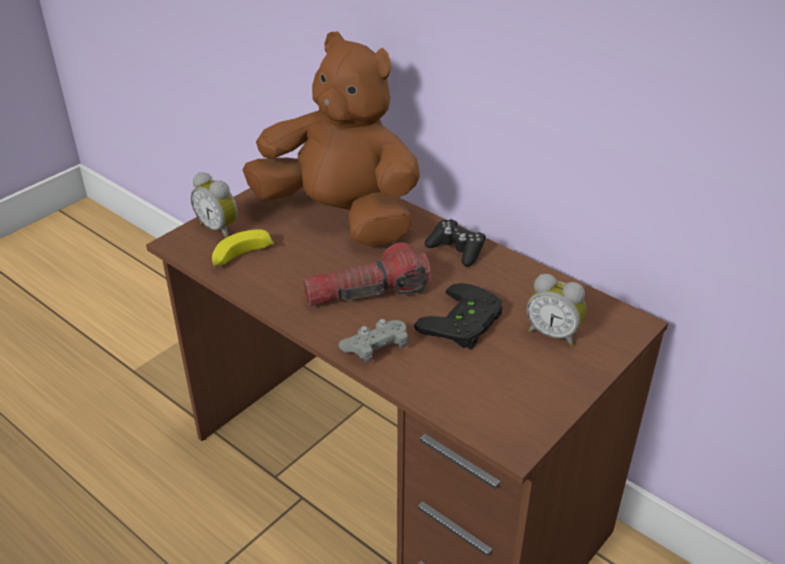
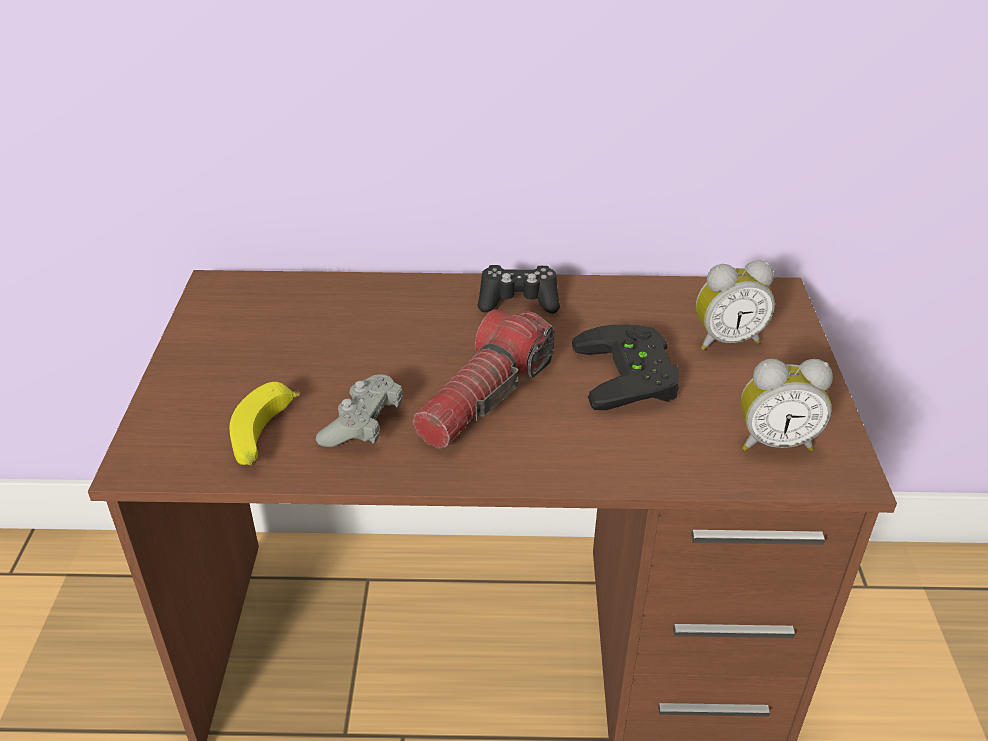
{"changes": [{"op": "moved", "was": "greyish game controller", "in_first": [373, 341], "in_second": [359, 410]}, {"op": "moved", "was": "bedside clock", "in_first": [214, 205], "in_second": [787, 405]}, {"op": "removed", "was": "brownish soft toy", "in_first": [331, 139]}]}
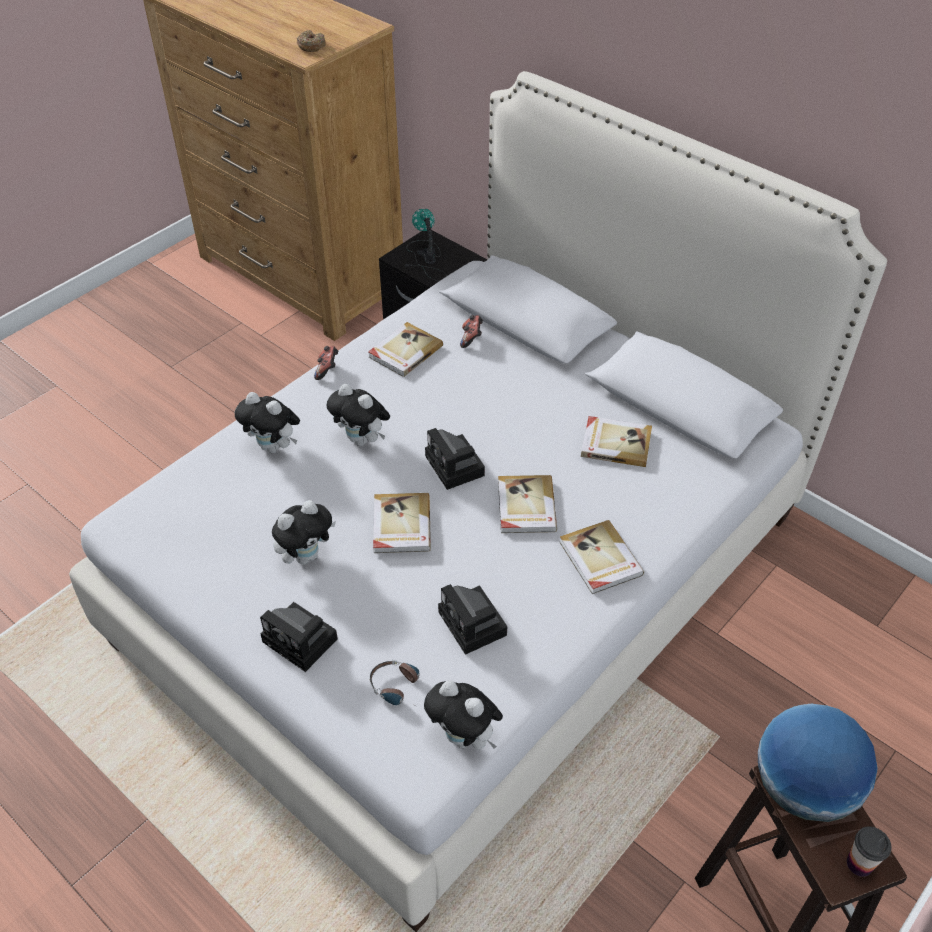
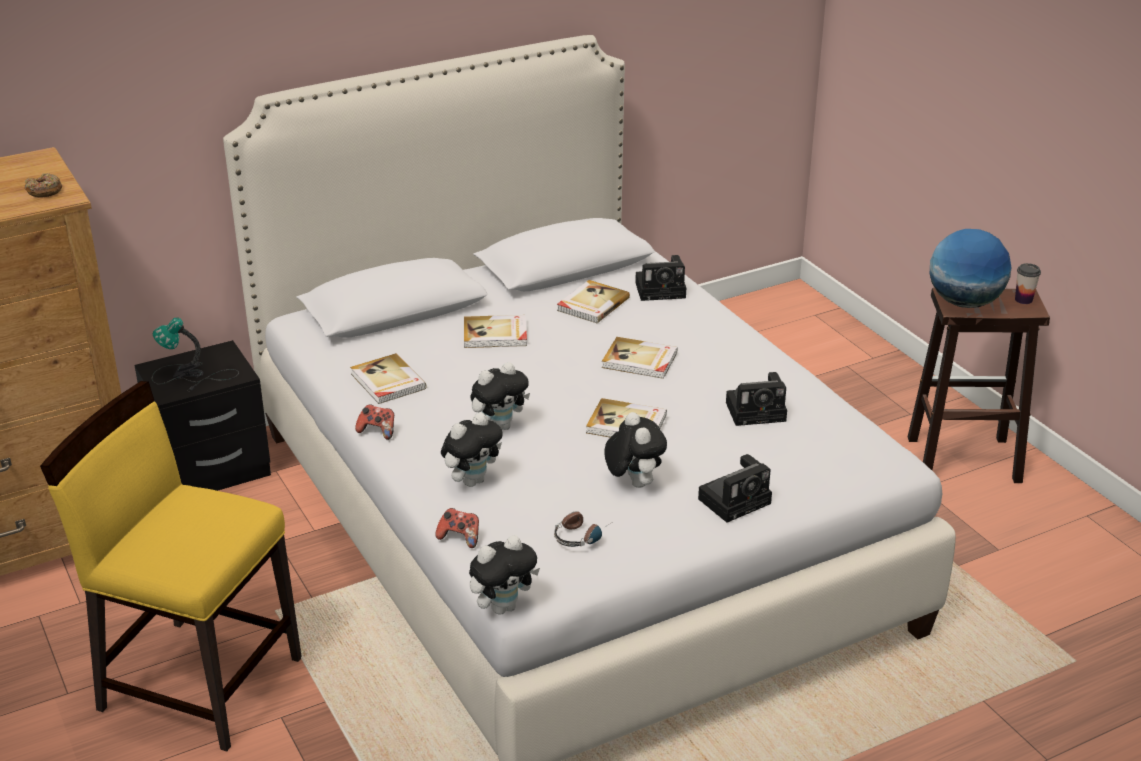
{"changes": [{"op": "added", "now": "yellow-coloured chair", "in_second": [171, 566]}, {"op": "moved", "was": "game controller", "in_first": [471, 331], "in_second": [457, 528]}, {"op": "moved", "was": "volume", "in_first": [602, 557], "in_second": [495, 331]}, {"op": "moved", "was": "soft toy", "in_first": [463, 714], "in_second": [504, 575]}, {"op": "moved", "was": "headset", "in_first": [395, 684], "in_second": [582, 529]}, {"op": "moved", "was": "photo camera", "in_first": [455, 459], "in_second": [660, 278]}]}
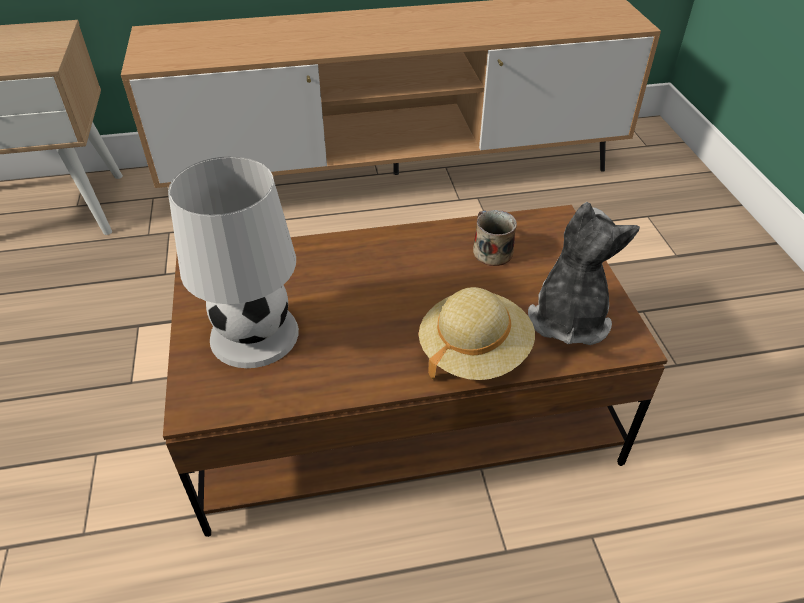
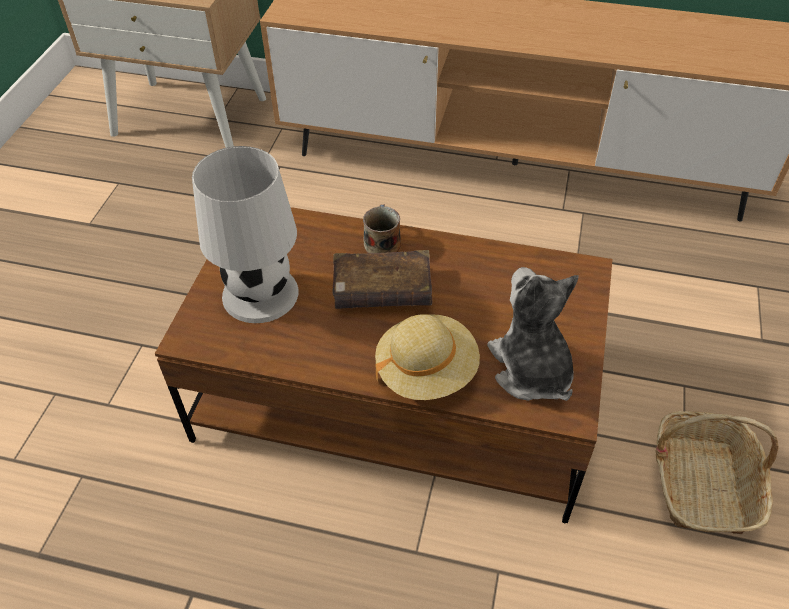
{"changes": [{"op": "added", "now": "brownish volume", "in_second": [383, 279]}, {"op": "moved", "was": "tea mug", "in_first": [495, 238], "in_second": [382, 229]}, {"op": "turned", "was": "soft toy", "in_first": [584, 273], "in_second": [533, 334], "clockwise": -60}, {"op": "added", "now": "household basket", "in_second": [717, 472]}]}
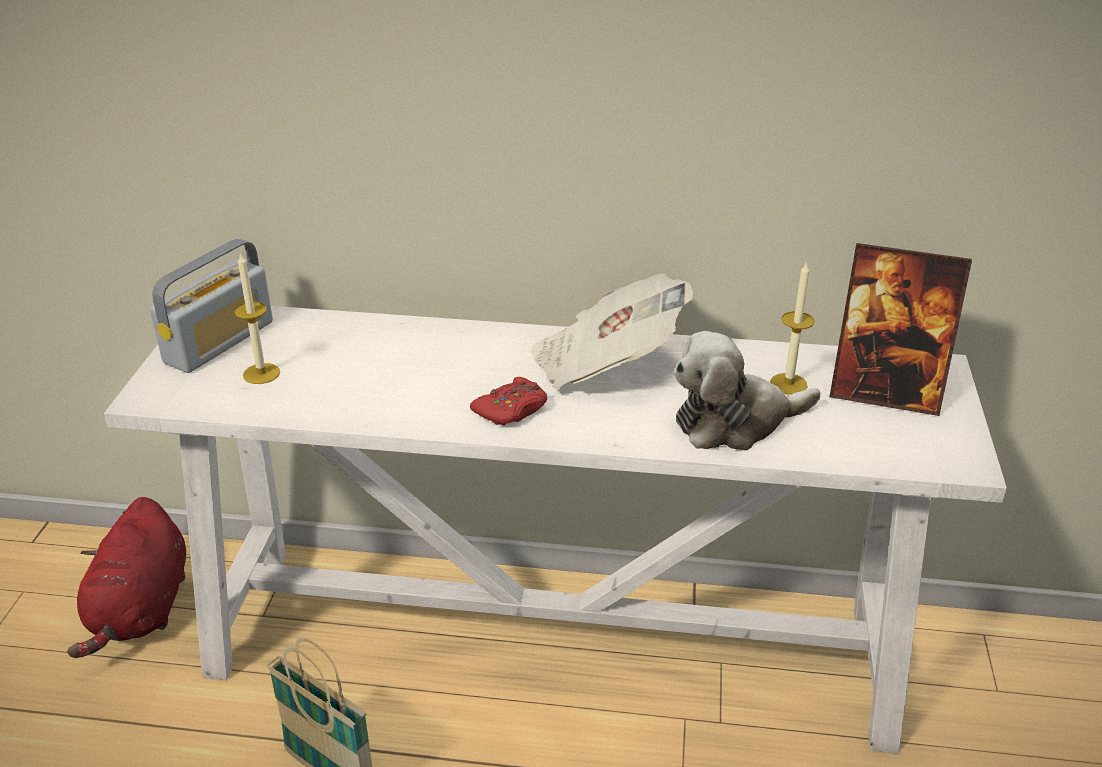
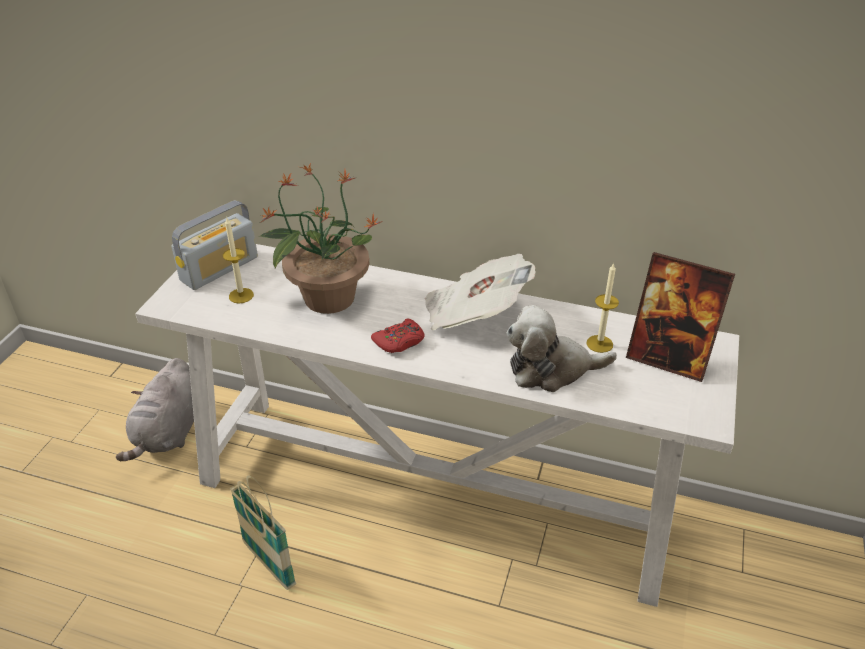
{"changes": [{"op": "recoloured", "was": "red soft toy", "now": "greyish soft toy", "in_first": [126, 577], "in_second": [155, 409]}, {"op": "added", "now": "houseplant", "in_second": [321, 238]}]}
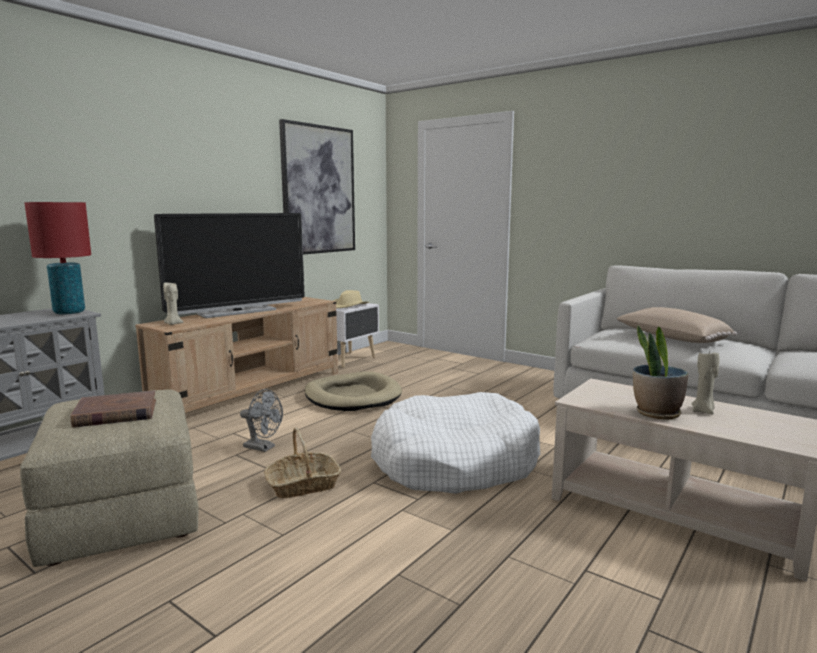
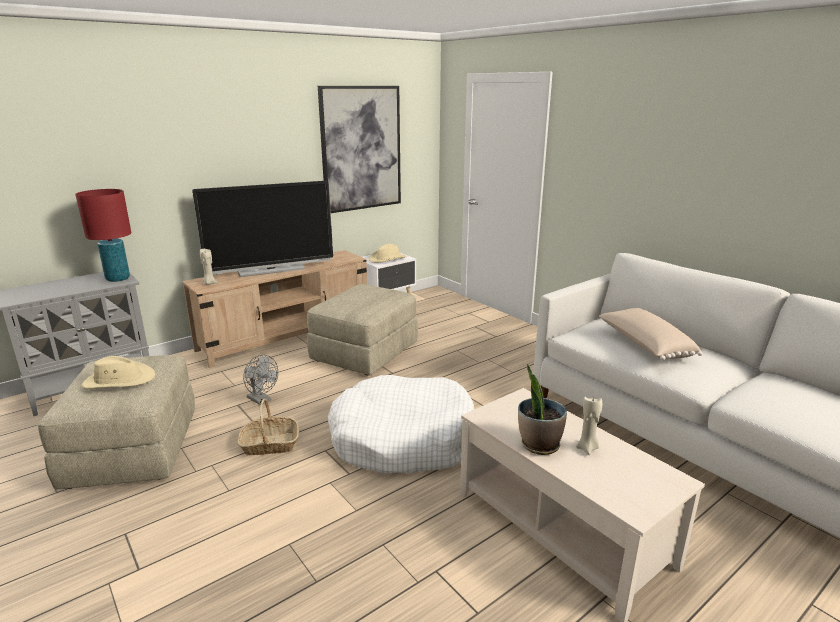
{"changes": [{"op": "replaced", "was": "brownish volume", "now": "sand-coloured wearable hat", "in_first": [113, 409], "in_second": [118, 372]}, {"op": "replaced", "was": "sand-coloured dog cushion", "now": "sand-coloured ottoman", "in_first": [353, 391], "in_second": [362, 329]}]}
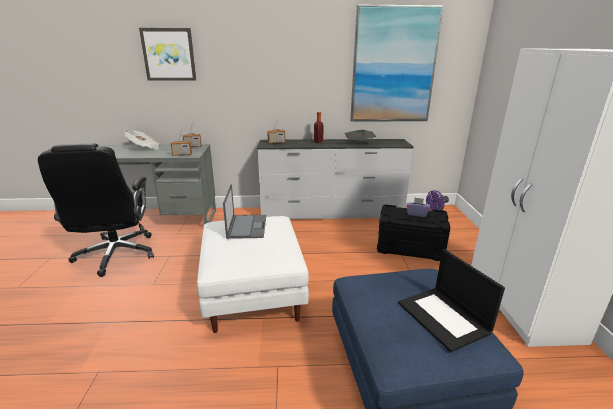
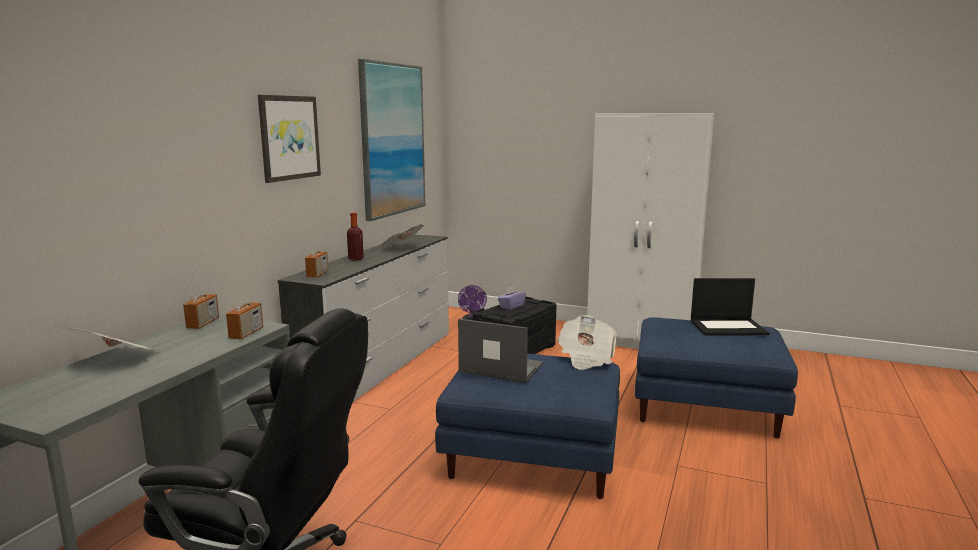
{"changes": [{"op": "moved", "was": "picture", "in_first": [167, 54], "in_second": [289, 139]}, {"op": "recoloured", "was": "white-coloured ottoman", "now": "bluish ottoman", "in_first": [253, 274], "in_second": [527, 426]}, {"op": "added", "now": "newspaper", "in_second": [587, 342]}]}
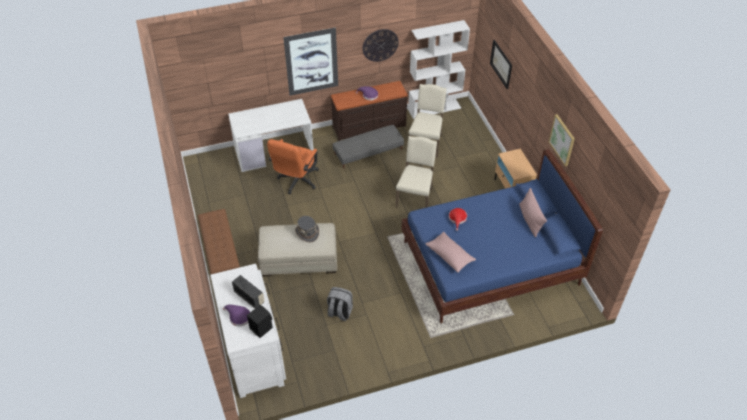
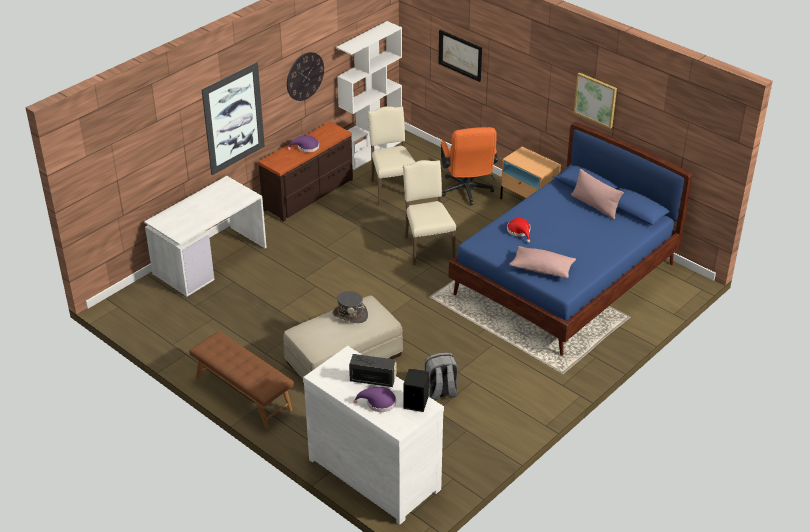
{"changes": [{"op": "moved", "was": "orange-coloured office chair", "in_first": [293, 166], "in_second": [469, 166]}, {"op": "removed", "was": "greyish ottoman", "in_first": [368, 147]}]}
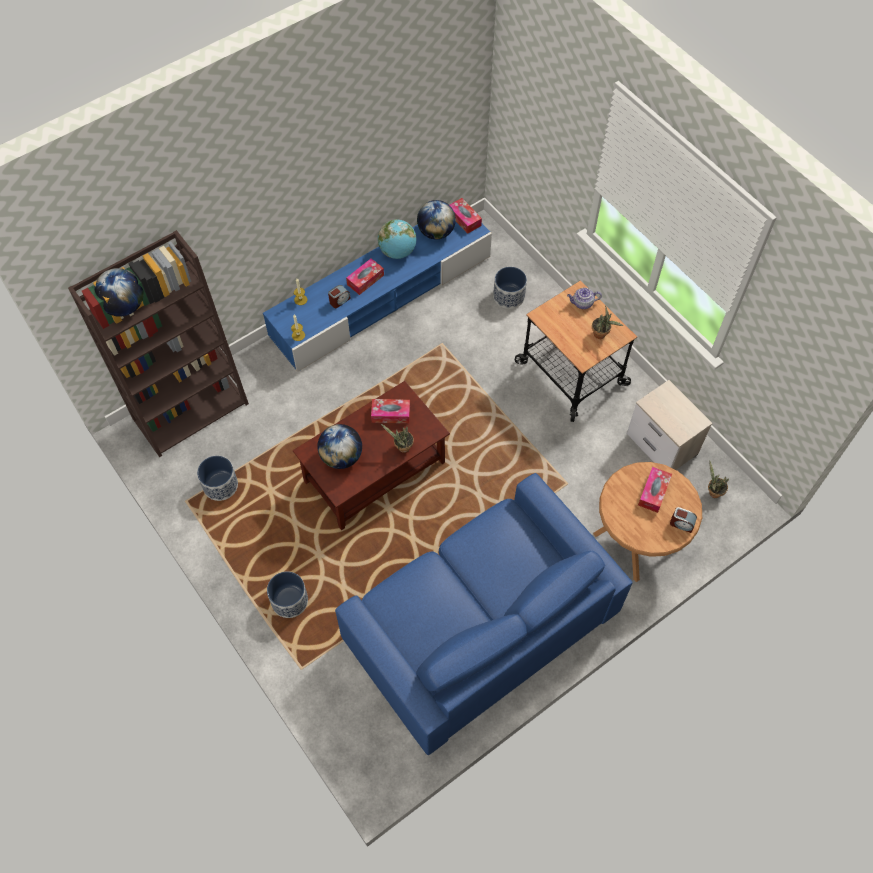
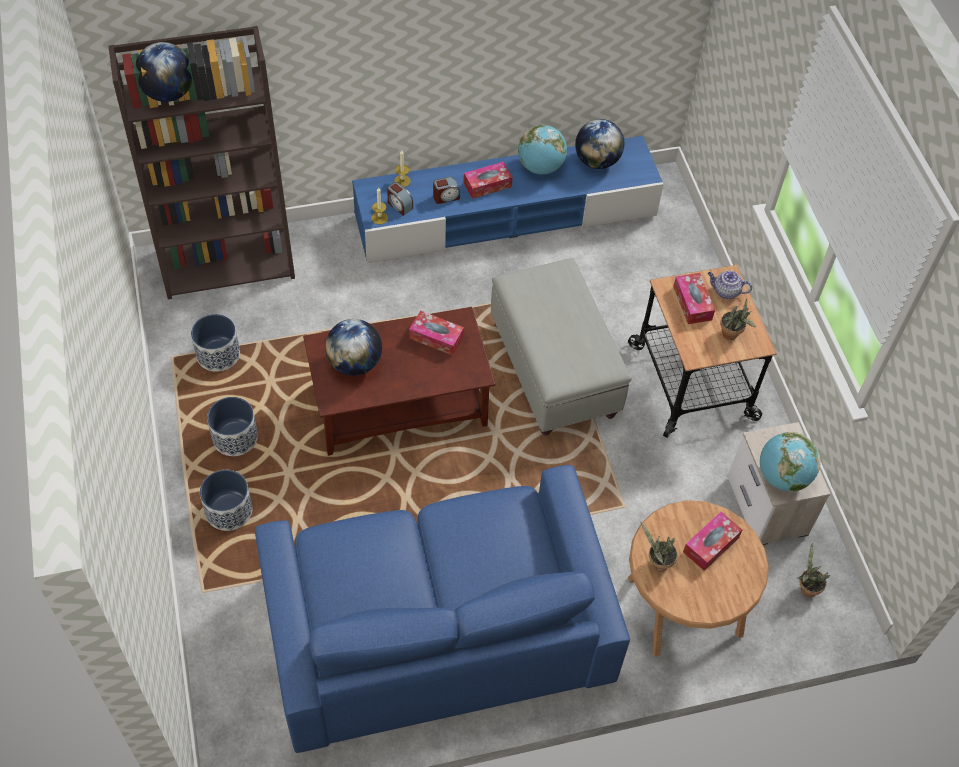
{"changes": [{"op": "moved", "was": "planter", "in_first": [510, 288], "in_second": [232, 426]}, {"op": "moved", "was": "bedside clock", "in_first": [683, 520], "in_second": [400, 199]}, {"op": "added", "now": "greyish ottoman", "in_second": [561, 347]}, {"op": "moved", "was": "houseplant", "in_first": [397, 438], "in_second": [659, 546]}, {"op": "moved", "was": "tissue holder", "in_first": [466, 216], "in_second": [694, 298]}, {"op": "added", "now": "world globe", "in_second": [790, 462]}]}
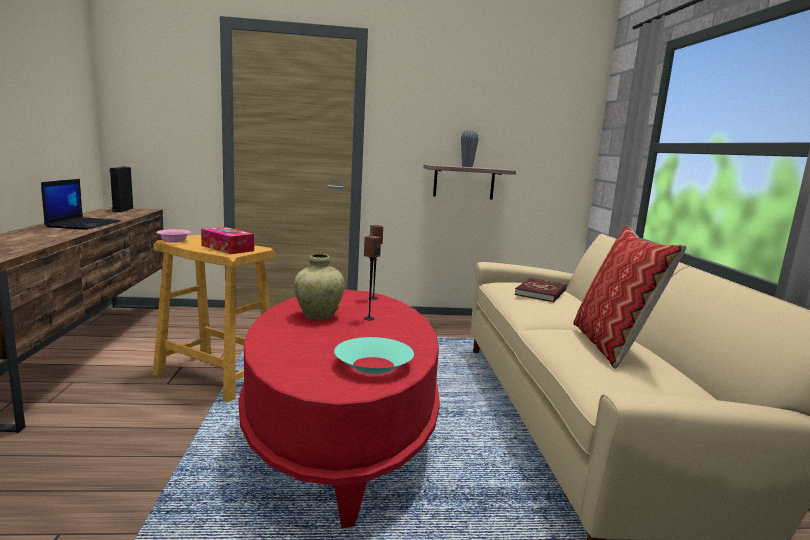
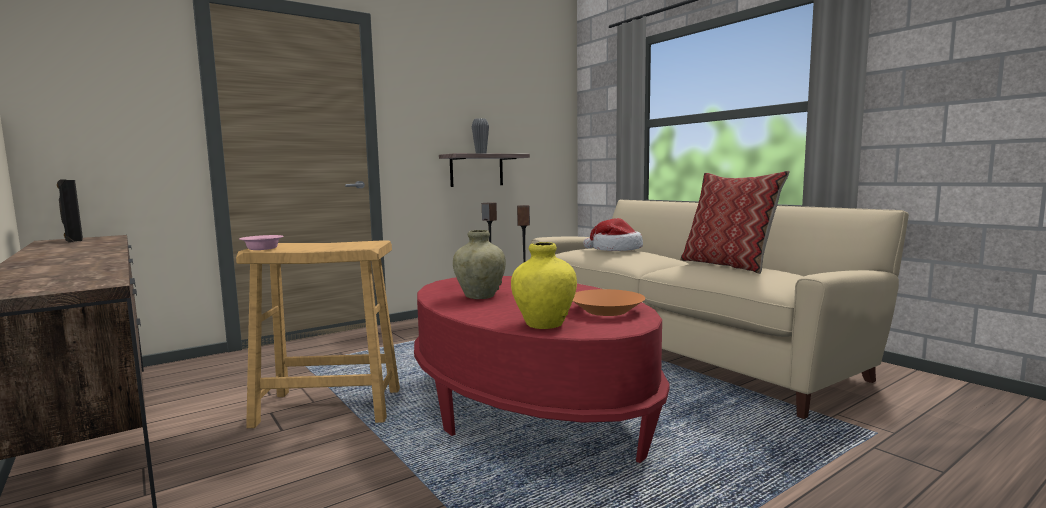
{"changes": [{"op": "added", "now": "yellow-coloured flower vase", "in_second": [544, 285]}, {"op": "recoloured", "was": "turquoise serving bowl", "now": "orange-coloured serving bowl", "in_first": [374, 355], "in_second": [609, 302]}, {"op": "replaced", "was": "red volume", "now": "wearable hat", "in_first": [541, 290], "in_second": [613, 234]}, {"op": "removed", "was": "portable computer", "in_first": [81, 204]}, {"op": "removed", "was": "tissue holder", "in_first": [227, 240]}]}
